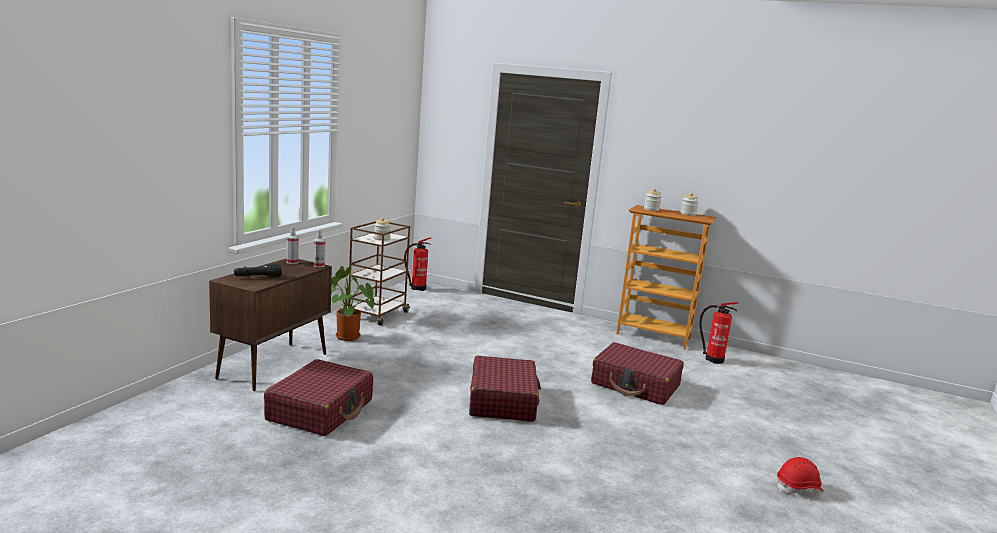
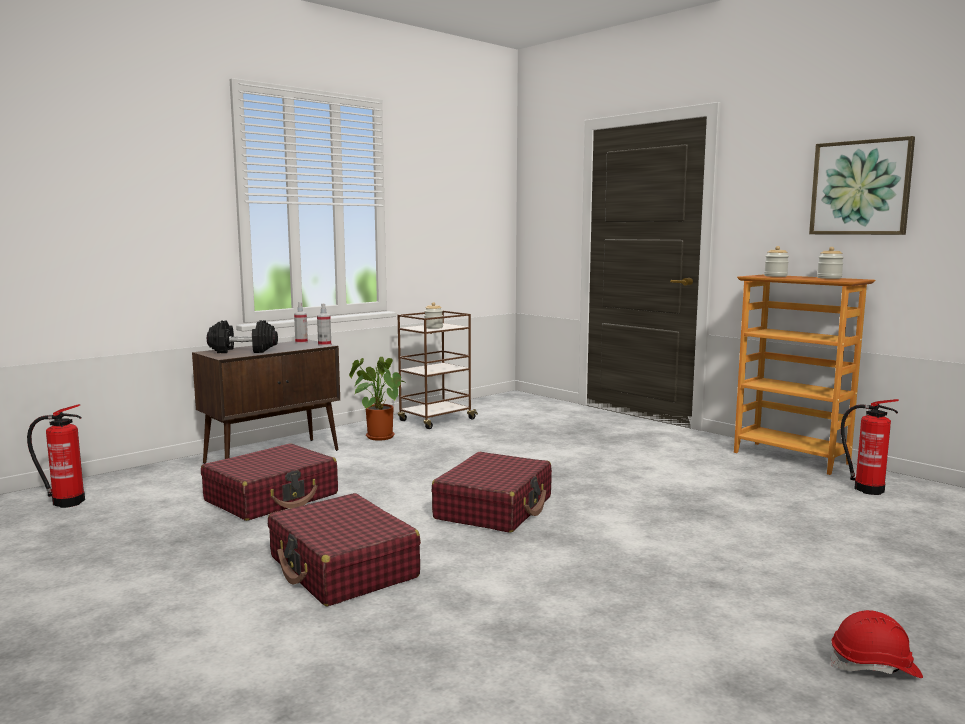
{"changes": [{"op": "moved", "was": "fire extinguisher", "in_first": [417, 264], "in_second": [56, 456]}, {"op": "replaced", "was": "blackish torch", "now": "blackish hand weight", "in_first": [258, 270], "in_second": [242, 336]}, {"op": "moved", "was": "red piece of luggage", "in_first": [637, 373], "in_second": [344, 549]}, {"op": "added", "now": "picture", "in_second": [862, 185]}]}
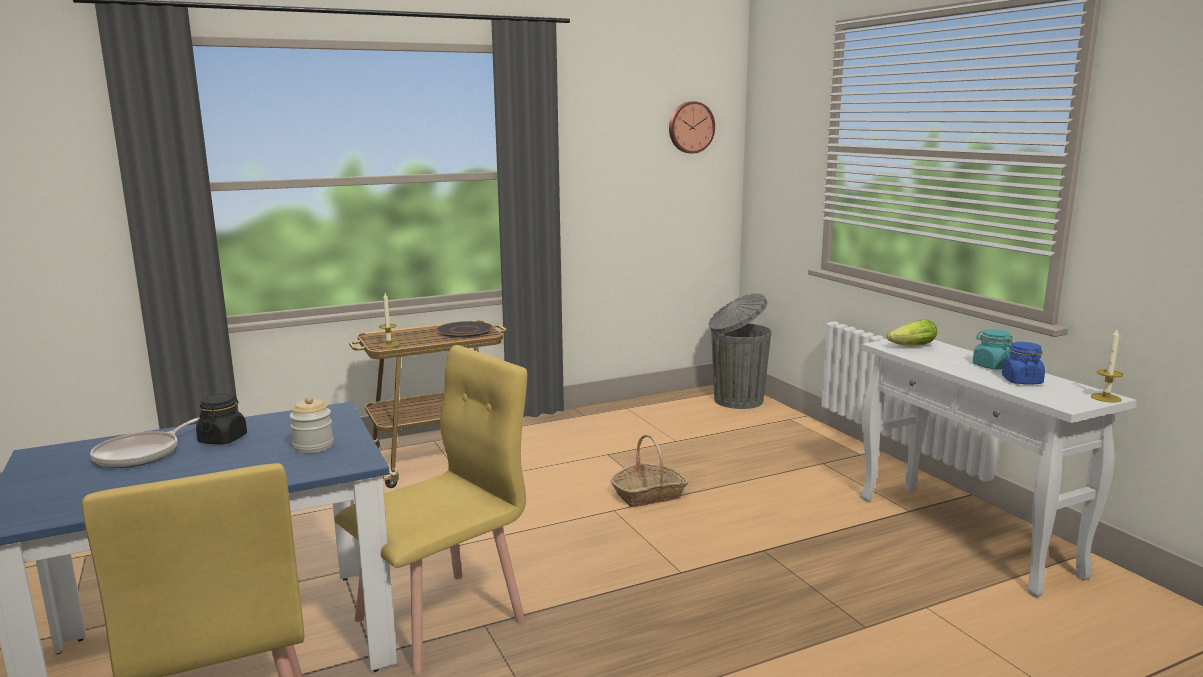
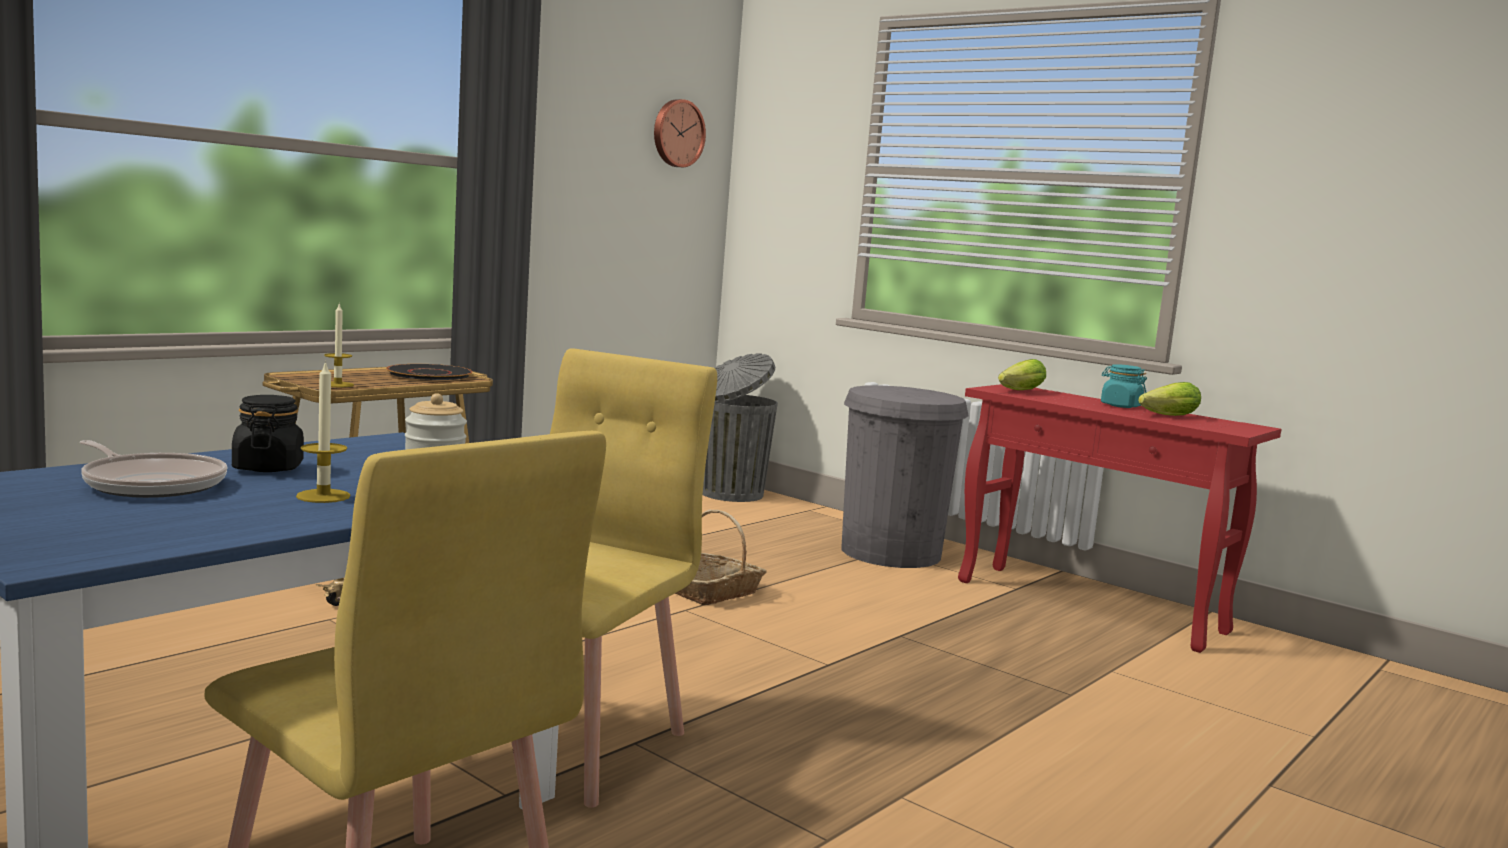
{"changes": [{"op": "turned", "was": "pan", "in_first": [144, 443], "in_second": [153, 469], "clockwise": -60}, {"op": "moved", "was": "candle", "in_first": [1107, 366], "in_second": [323, 431]}, {"op": "added", "now": "greyish rubbish bin", "in_second": [905, 476]}, {"op": "recoloured", "was": "white-coloured narrow table", "now": "red narrow table", "in_first": [998, 468], "in_second": [1119, 518]}, {"op": "replaced", "was": "bluish jar", "now": "lettuce", "in_first": [1023, 363], "in_second": [1169, 399]}]}
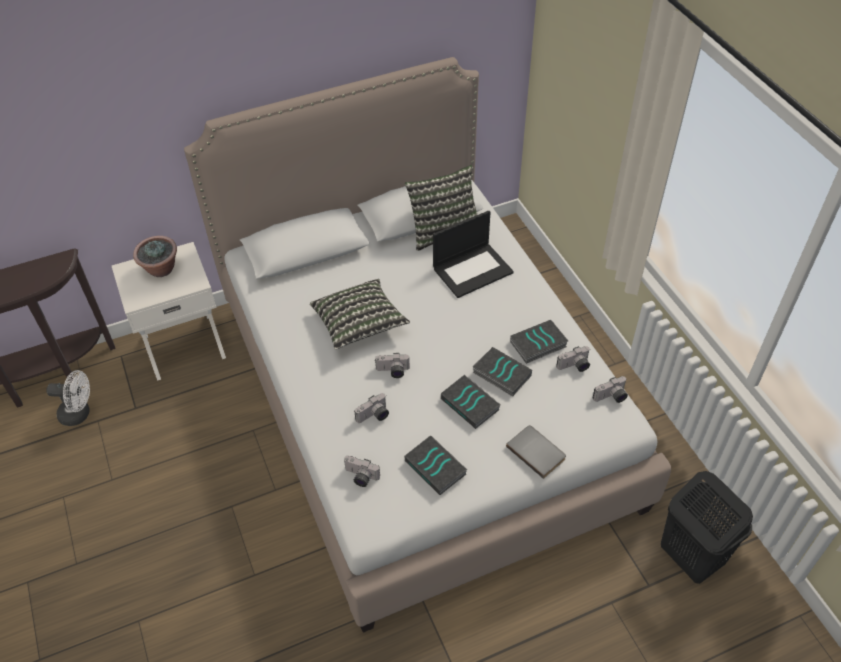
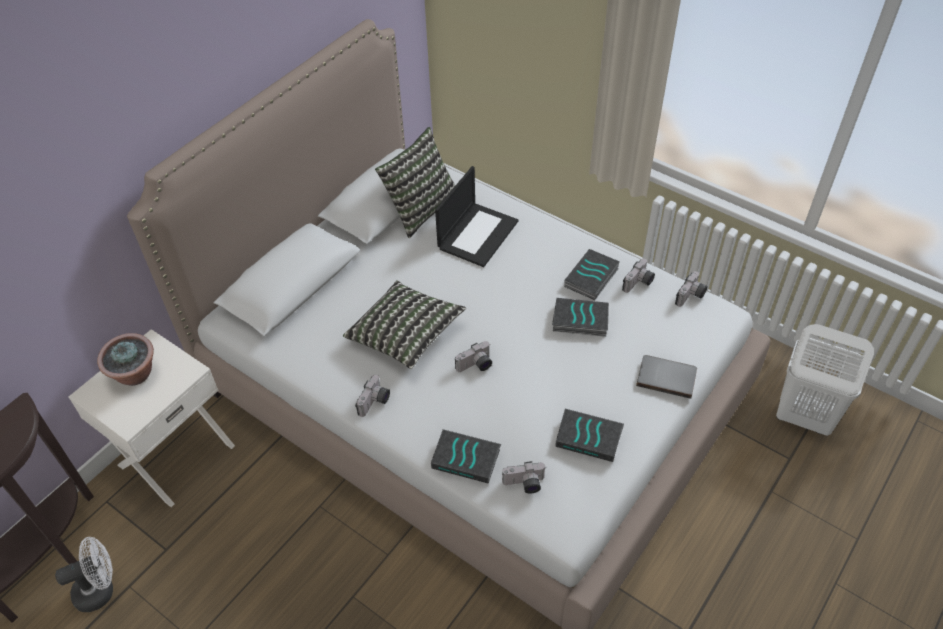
{"changes": [{"op": "moved", "was": "photo camera", "in_first": [371, 408], "in_second": [372, 396]}, {"op": "moved", "was": "volume", "in_first": [470, 402], "in_second": [466, 456]}, {"op": "recoloured", "was": "blackish laundry basket", "now": "white-coloured laundry basket", "in_first": [707, 527], "in_second": [825, 380]}]}
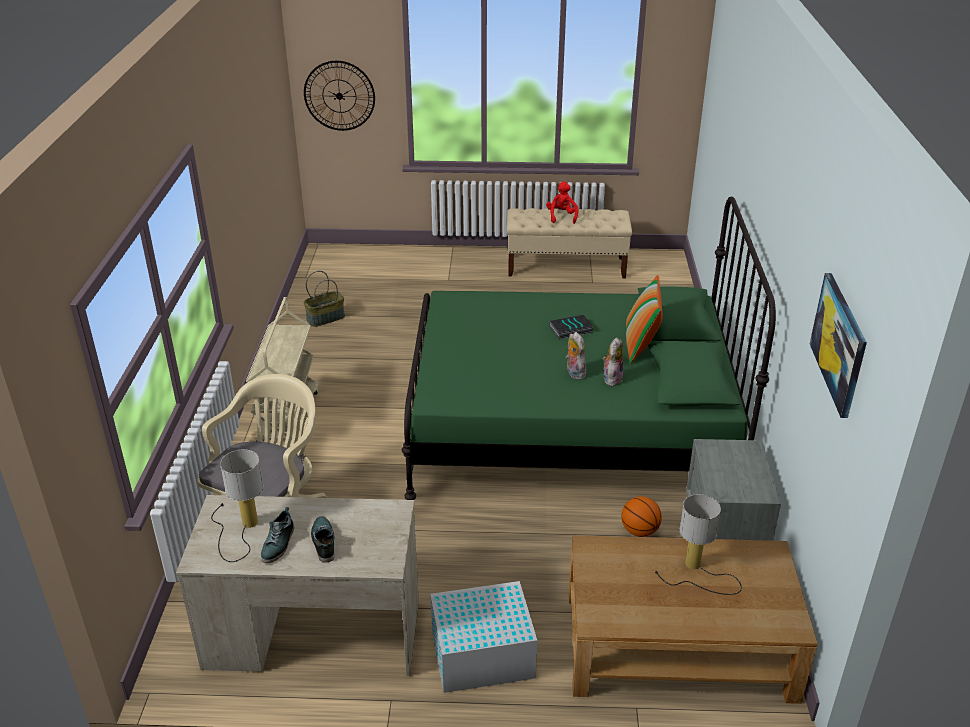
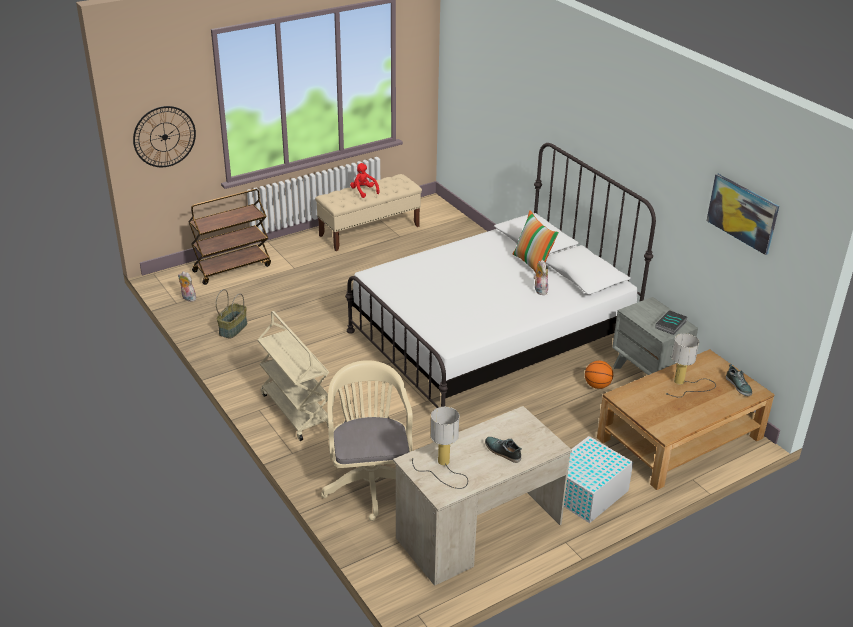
{"changes": [{"op": "moved", "was": "soft toy", "in_first": [576, 356], "in_second": [187, 286]}, {"op": "added", "now": "brownish trolley", "in_second": [229, 237]}, {"op": "recoloured", "was": "green sleeping bed", "now": "white-coloured sleeping bed", "in_first": [589, 348], "in_second": [500, 275]}, {"op": "moved", "was": "volume", "in_first": [572, 327], "in_second": [671, 322]}, {"op": "moved", "was": "low shoe", "in_first": [277, 535], "in_second": [739, 380]}]}
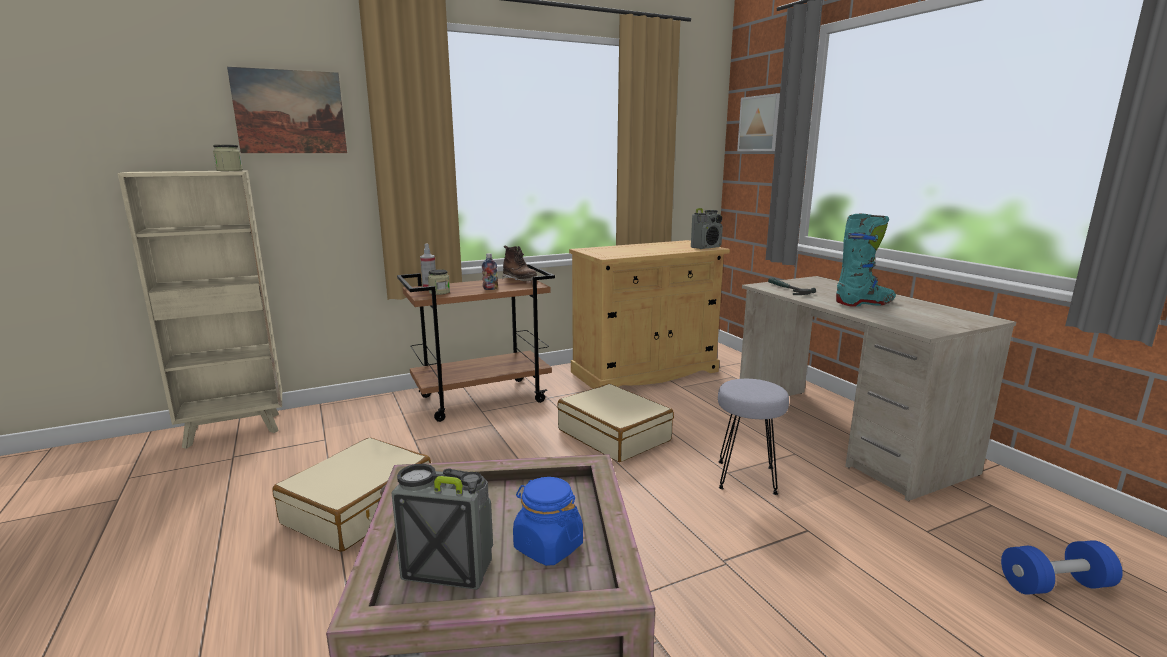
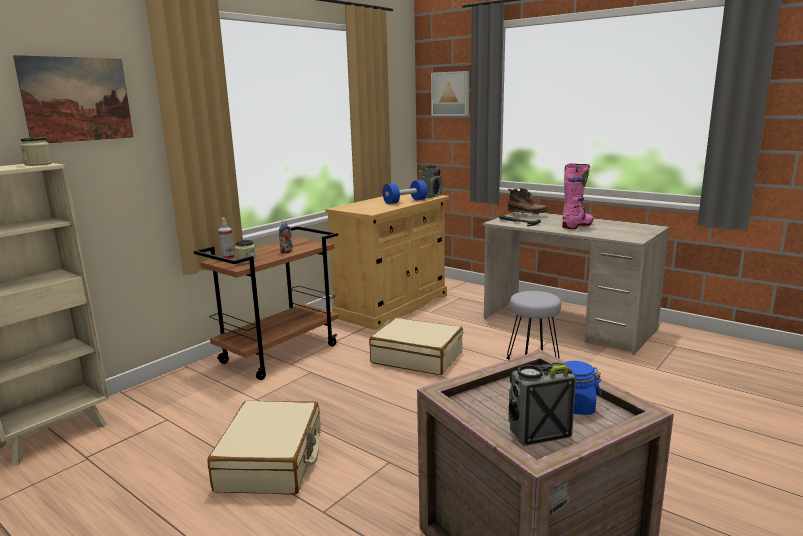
{"changes": [{"op": "moved", "was": "bluish hand weight", "in_first": [1062, 567], "in_second": [405, 192]}, {"op": "moved", "was": "brownish boot", "in_first": [519, 263], "in_second": [528, 202]}, {"op": "recoloured", "was": "turquoise boot", "now": "pinkish boot", "in_first": [866, 260], "in_second": [578, 196]}]}
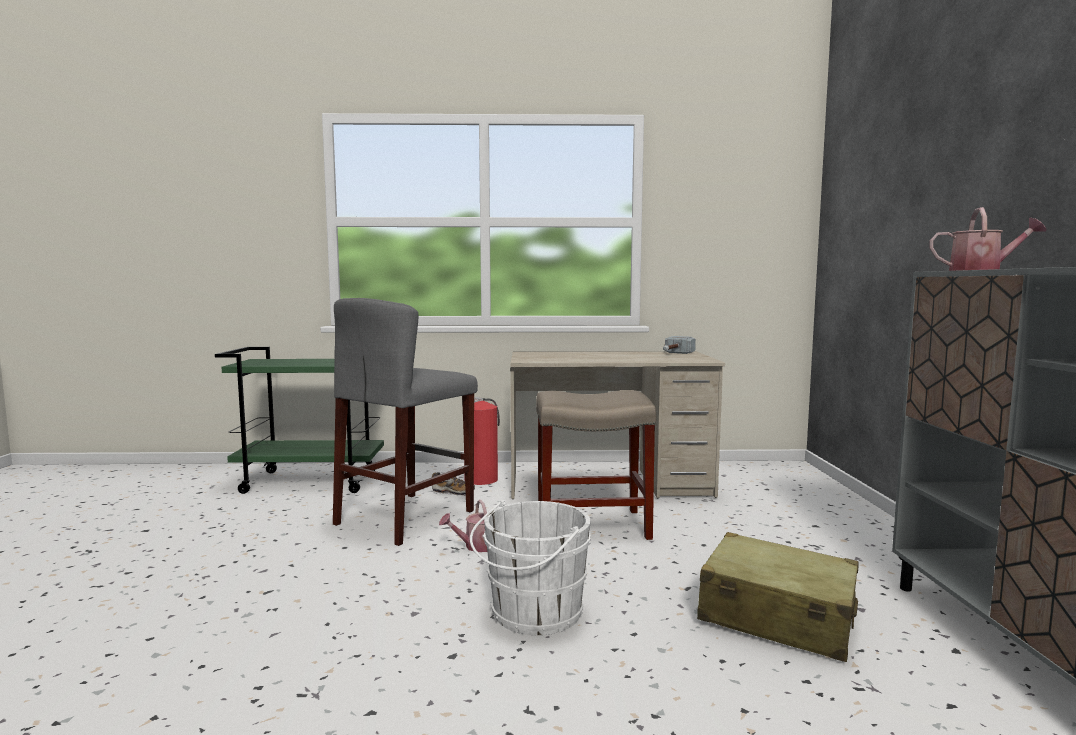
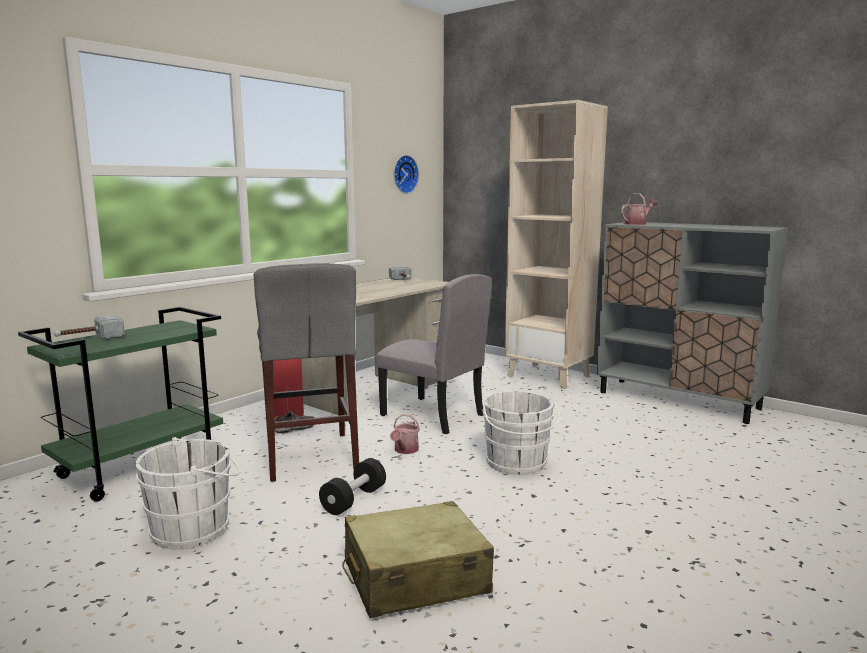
{"changes": [{"op": "added", "now": "hand hammer", "in_second": [89, 327]}, {"op": "added", "now": "white-coloured bucket", "in_second": [188, 493]}, {"op": "added", "now": "blackish hand weight", "in_second": [352, 486]}, {"op": "moved", "was": "sand-coloured piece of luggage", "in_first": [777, 597], "in_second": [418, 559]}, {"op": "replaced", "was": "sand-coloured stool", "now": "greyish chair", "in_first": [596, 465], "in_second": [434, 354]}, {"op": "added", "now": "hanging clock", "in_second": [406, 174]}, {"op": "added", "now": "sand-coloured bookshelf", "in_second": [556, 244]}]}
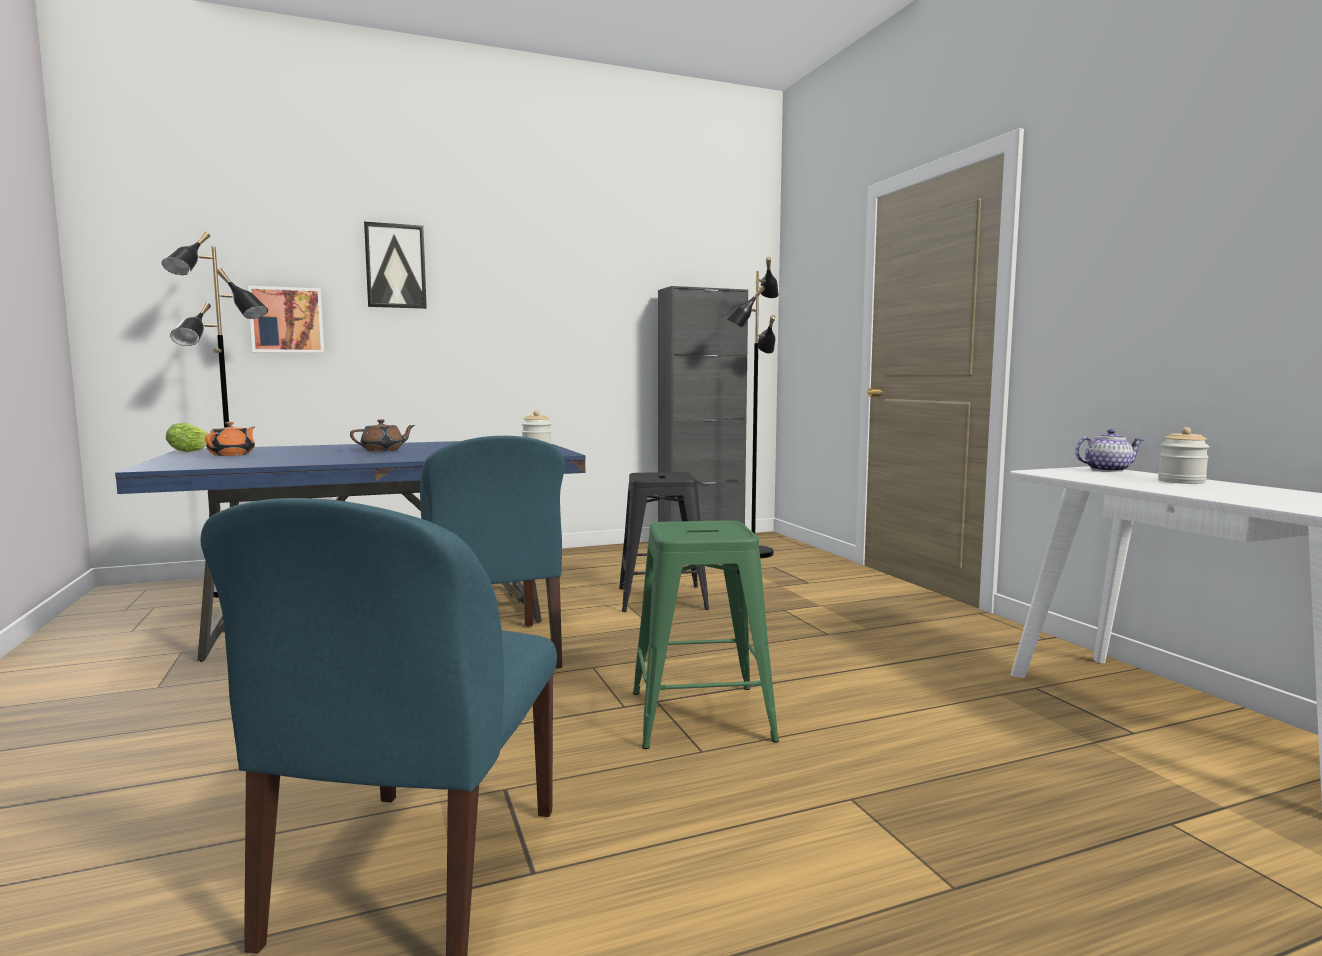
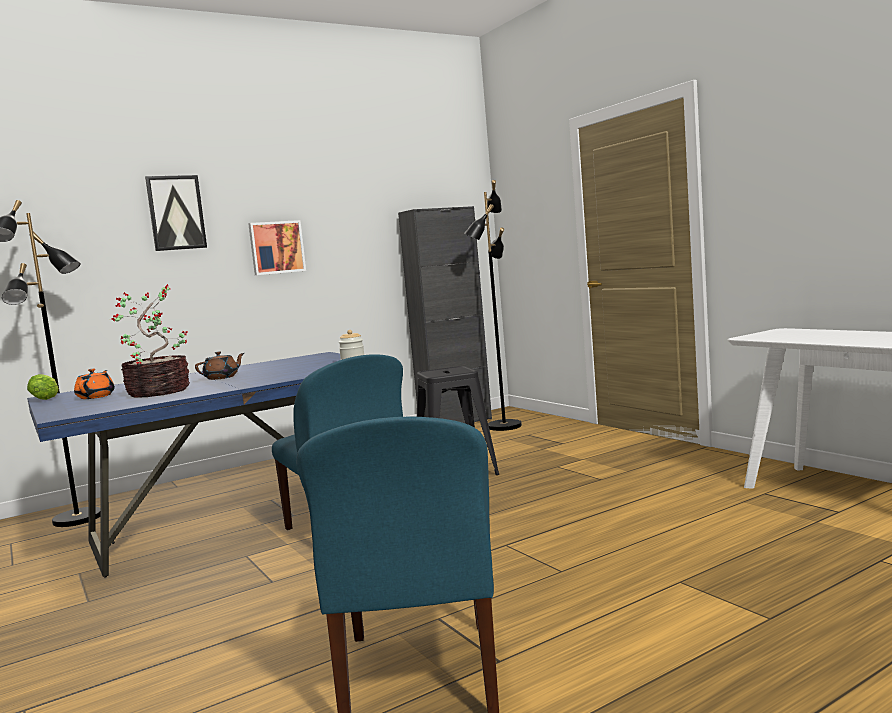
{"changes": [{"op": "added", "now": "houseplant", "in_second": [151, 341]}, {"op": "moved", "was": "picture", "in_first": [286, 319], "in_second": [277, 247]}, {"op": "removed", "was": "green stool", "in_first": [706, 634]}, {"op": "removed", "was": "teapot", "in_first": [1109, 450]}, {"op": "removed", "was": "jar", "in_first": [1184, 455]}]}
